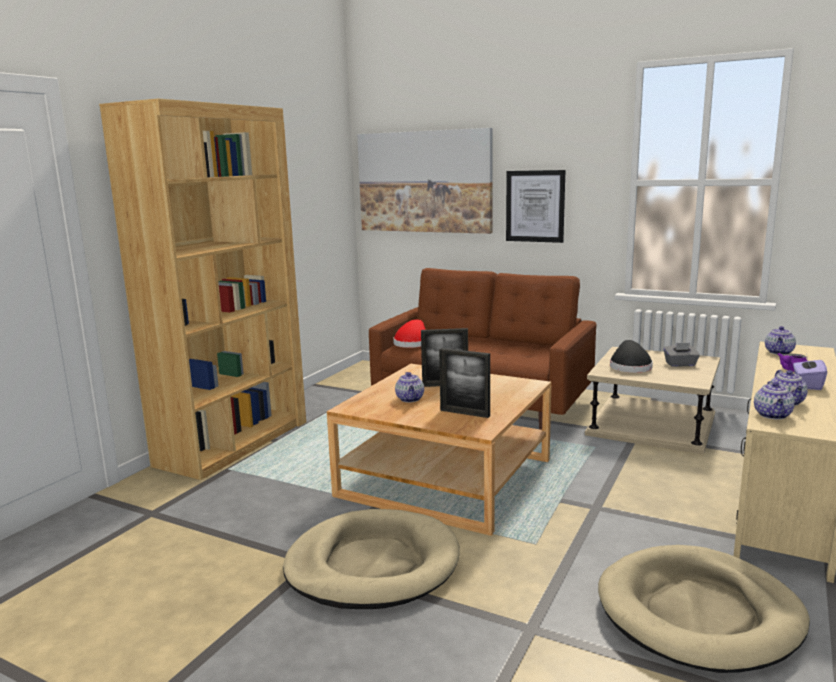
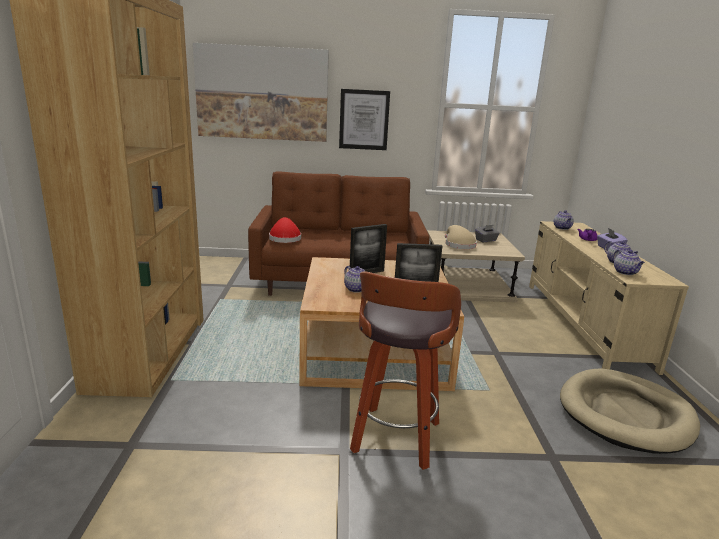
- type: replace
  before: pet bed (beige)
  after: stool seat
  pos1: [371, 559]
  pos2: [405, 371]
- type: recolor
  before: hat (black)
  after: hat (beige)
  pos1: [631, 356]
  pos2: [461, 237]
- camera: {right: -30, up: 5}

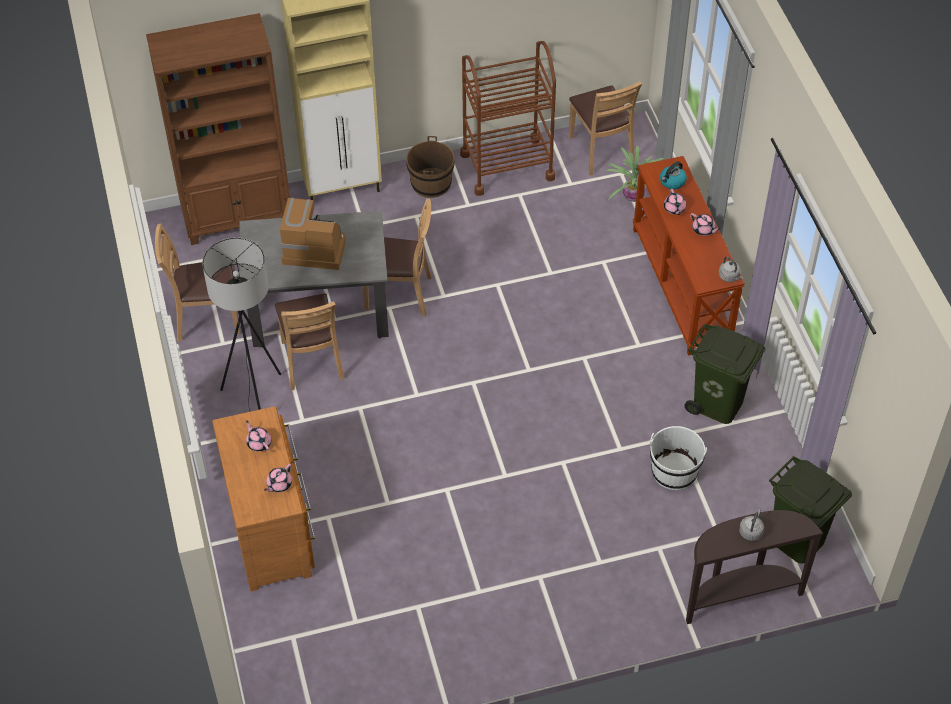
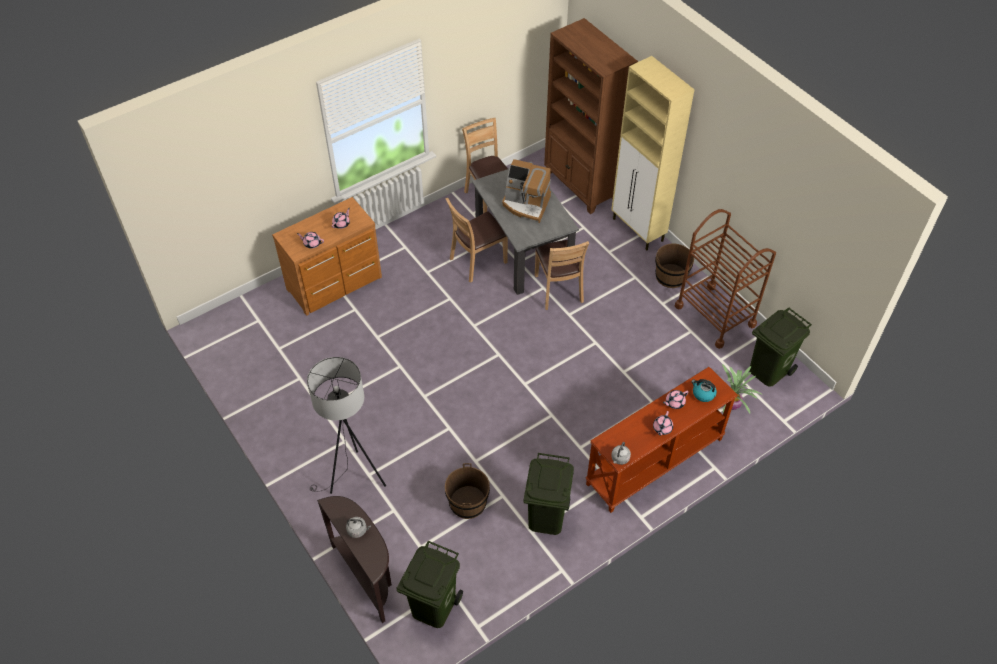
- type: move
  before: standing lamp (gray)
  pos1: [241, 324]
  pos2: [346, 425]
- type: replace
  before: plain chair (brownish)
  after: rubbish bin (green-coloured)
  pos1: [605, 128]
  pos2: [780, 347]
- type: recolor
  before: bucket (whitish)
  after: bucket (brownish)
  pos1: [678, 458]
  pos2: [467, 491]
- type: rotate
  before: coffee brewer
  pos1: [313, 234]
  pos2: [526, 191]
  turn: 120
- camera: {right: 70, up: 0}

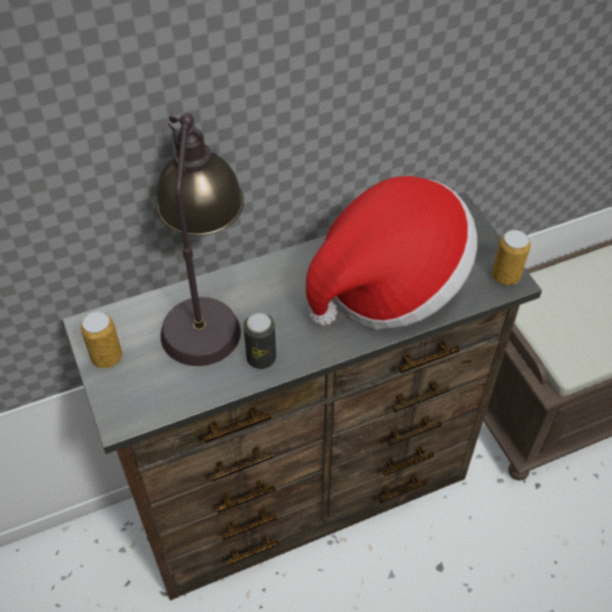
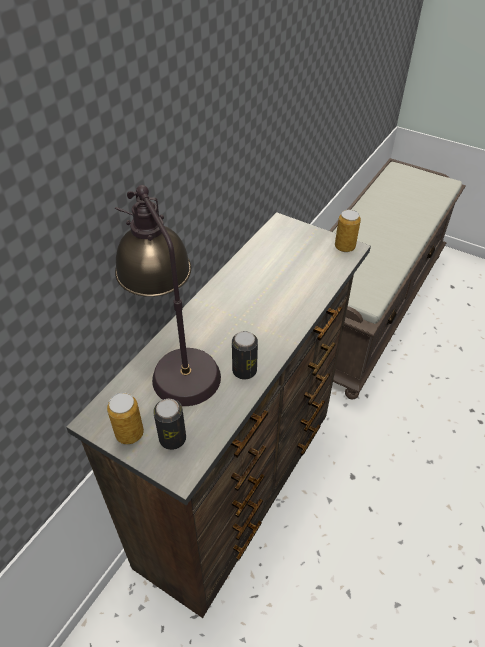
- type: delete
  before: hat
  pos1: [391, 252]
- type: insert
  after: metal can
  pos2: [169, 424]
- camera: {right: -35, up: -5}

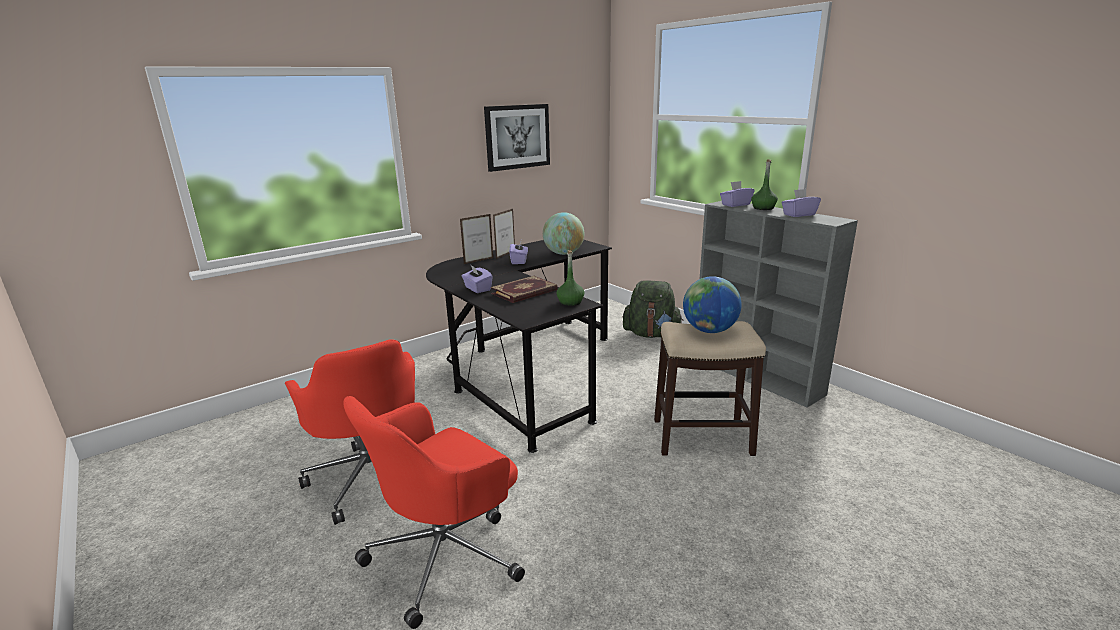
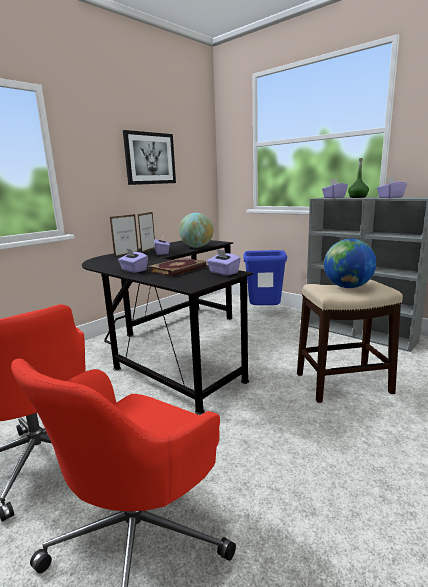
- type: replace
  before: beverage bottle (green-coloured)
  after: tissue box (purplish)
  pos1: [570, 278]
  pos2: [224, 262]
- type: replace
  before: knapsack (green-coloured)
  after: rubbish bin (blue-coloured)
  pos1: [653, 309]
  pos2: [265, 277]
- camera: {right: -10, up: -5}

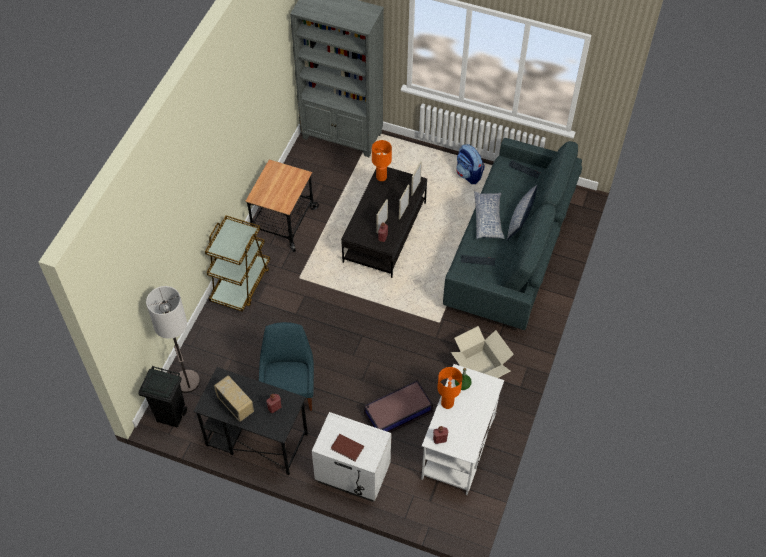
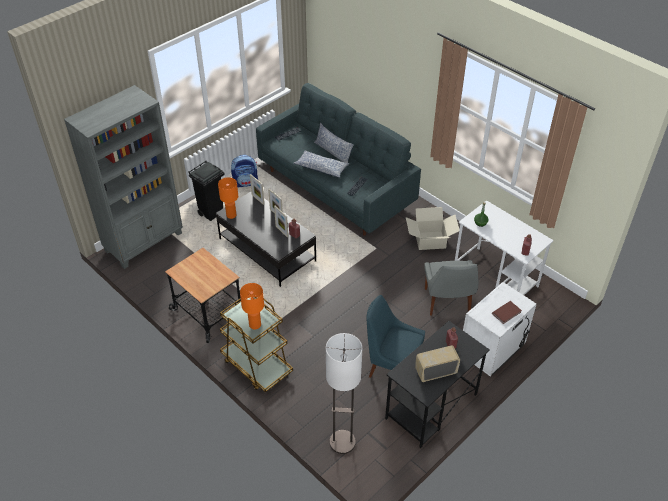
- type: move
  before: rubbish bin (black)
  pos1: [162, 397]
  pos2: [206, 190]
- type: move
  before: tabletop lamp (orange)
  pos1: [450, 388]
  pos2: [252, 306]
- type: replace
  before: storage container
  after: plain chair (gray)
  pos1: [398, 406]
  pos2: [451, 288]
- camera: {right: -65, up: -10}

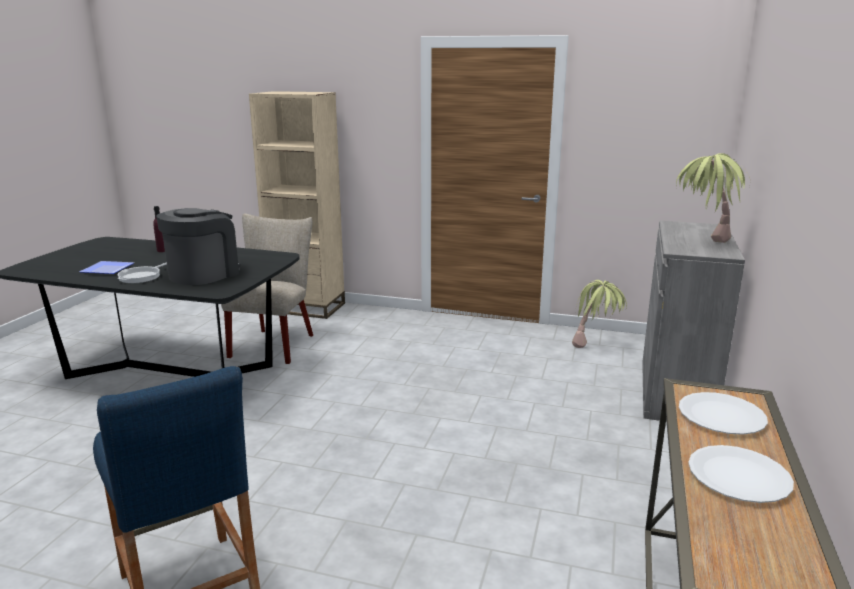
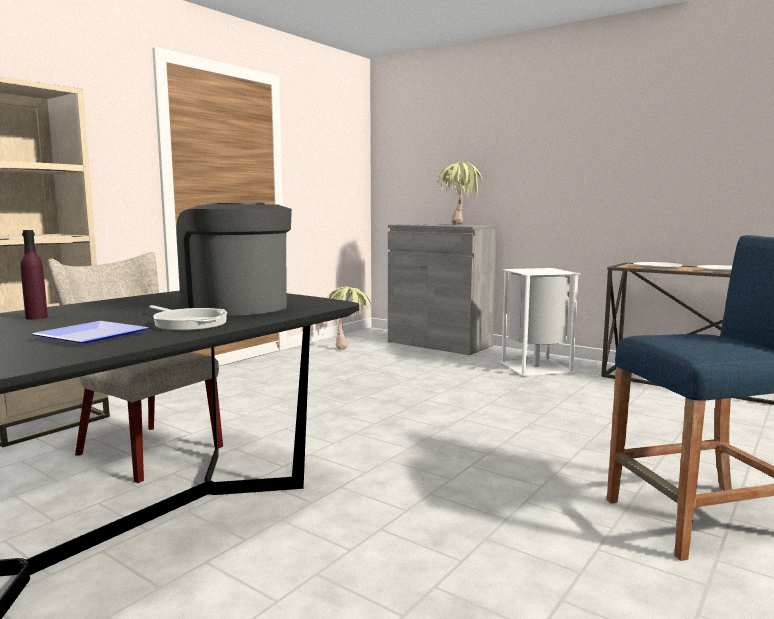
- type: insert
  after: rubbish bin (whitish)
  pos2: [540, 322]
- camera: {right: -70, up: -10}

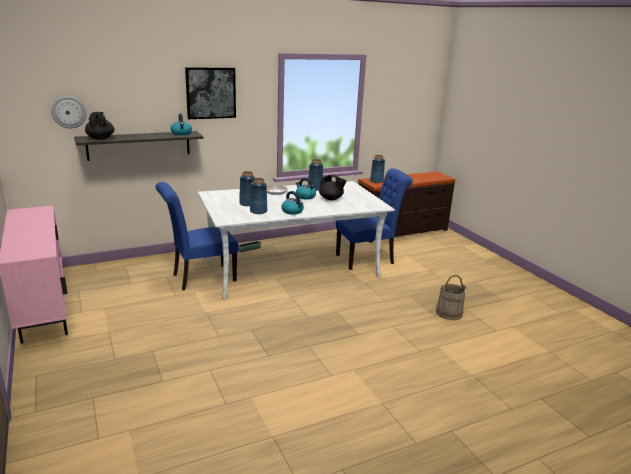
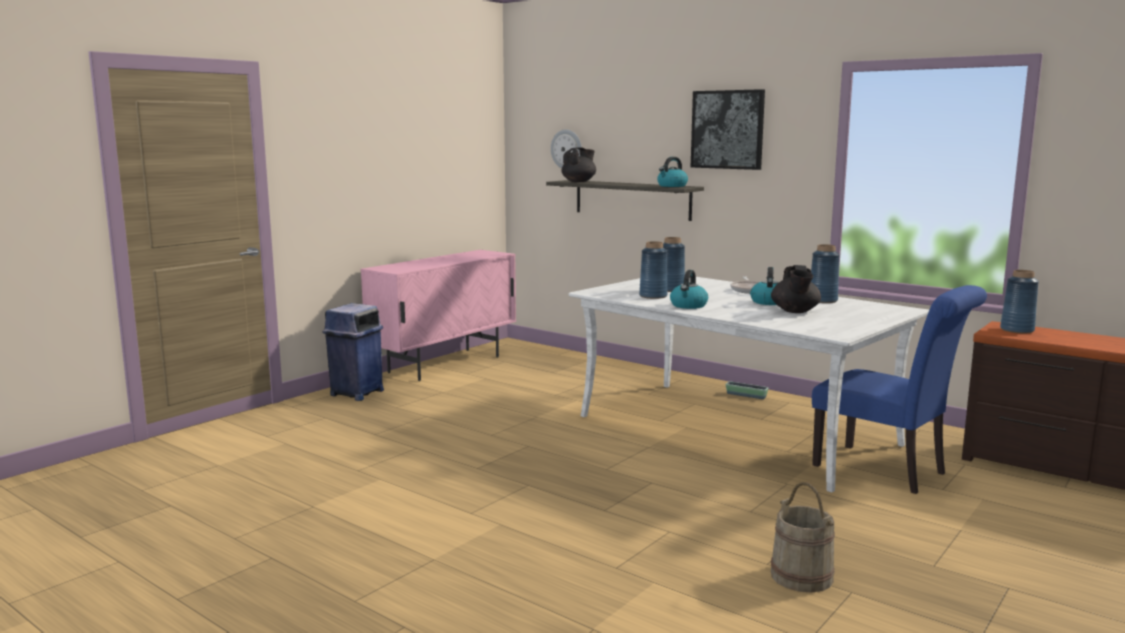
- type: delete
  before: plain chair (blue-coloured)
  pos1: [197, 236]
- type: insert
  after: rubbish bin (blue-coloured)
  pos2: [353, 352]
- camera: {right: 65, up: -10}

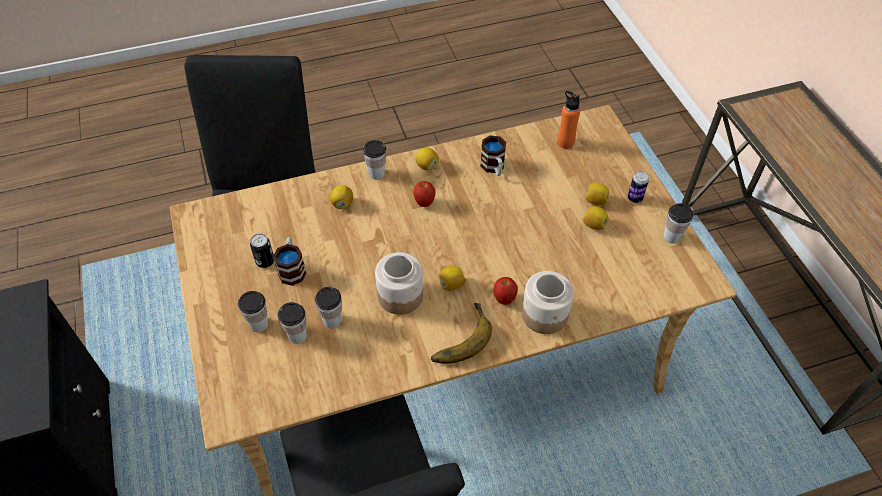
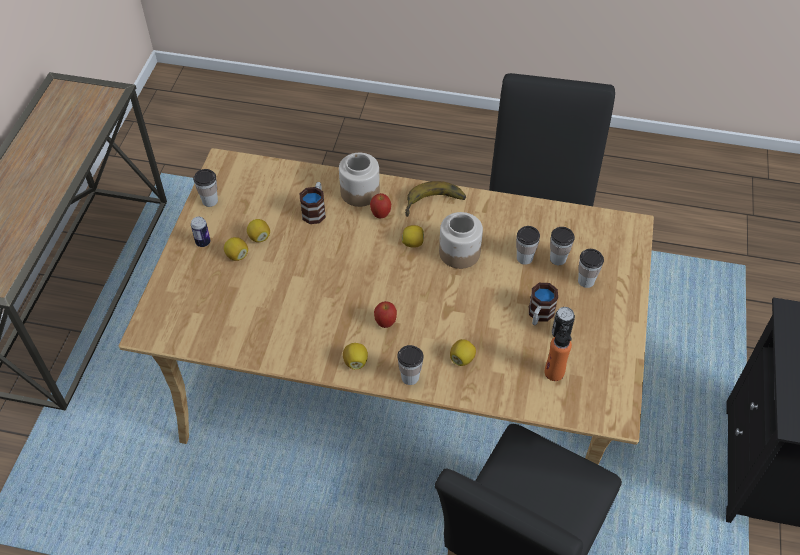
- type: move
  before: coffee mug
  pos1: [493, 156]
  pos2: [312, 203]
- type: move
  before: beverage bottle (orange)
  pos1: [569, 120]
  pos2: [558, 353]
- camera: {right: -150, up: 0}

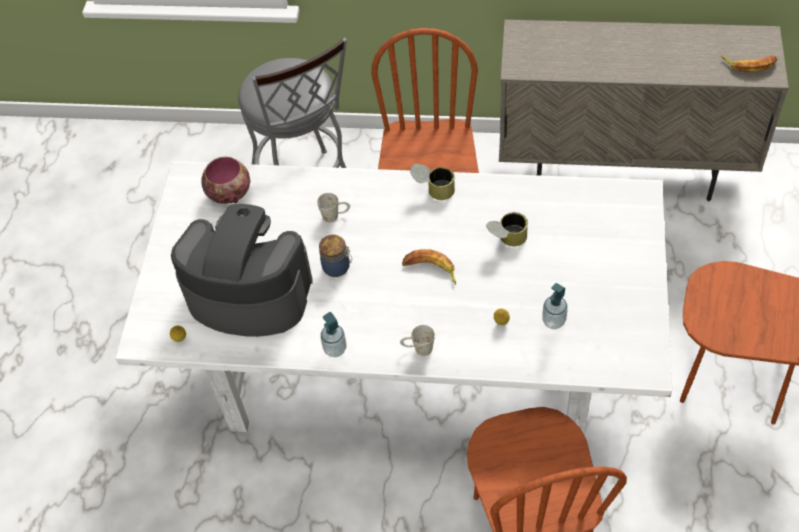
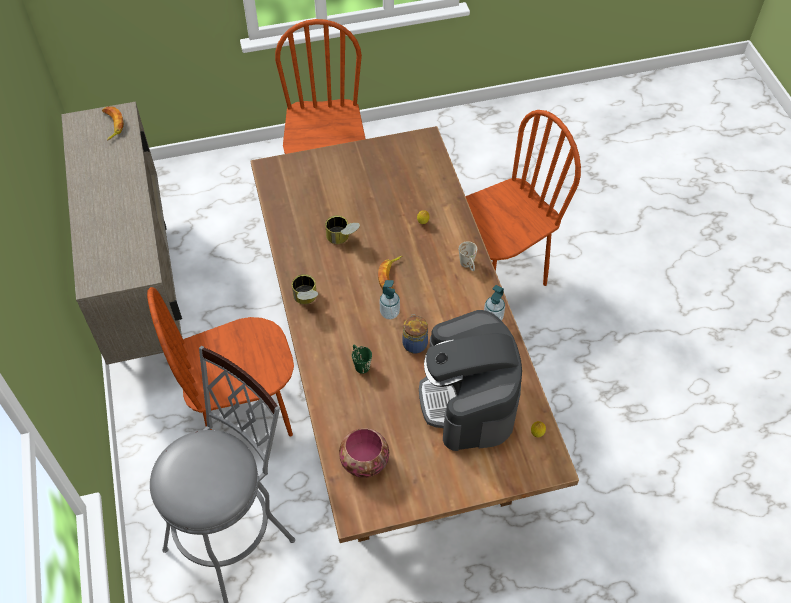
- type: move
  before: soap dispenser
  pos1: [555, 306]
  pos2: [390, 299]
- type: recolor
  before: dining table (whitish)
  after: dining table (brownish)
  pos1: [393, 298]
  pos2: [415, 334]
- type: recolor
  before: coffee mug (whitish)
  after: coffee mug (green-coloured)
  pos1: [333, 208]
  pos2: [362, 359]
- camera: {right: -115, up: 0}

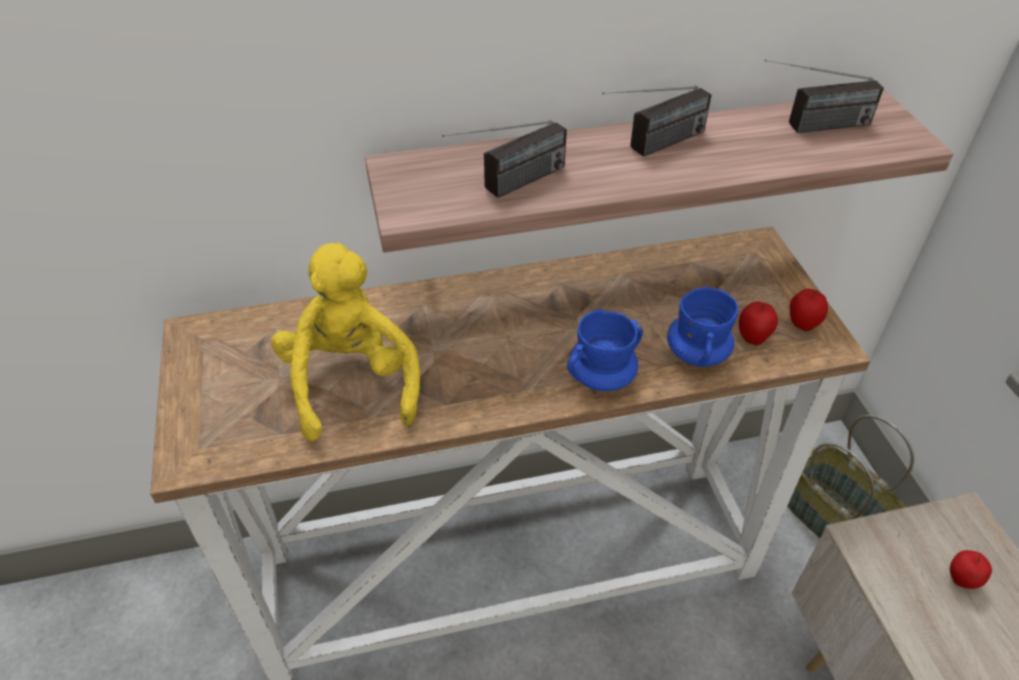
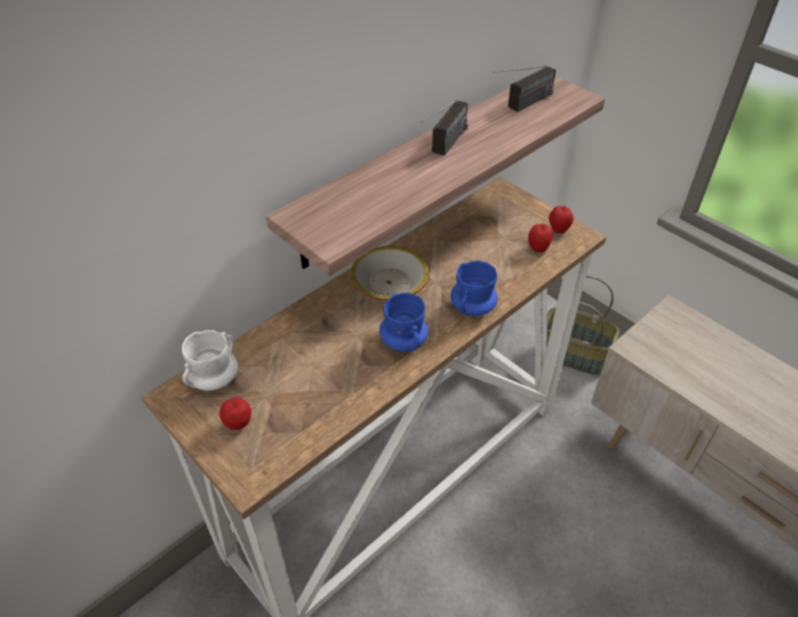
- type: delete
  before: cuddly toy (yellowish)
  pos1: [345, 342]
- type: delete
  before: radio
  pos1: [504, 159]
- type: insert
  after: coffee mug (whitish)
  pos2: [210, 360]
- type: insert
  after: serving bowl
  pos2: [390, 273]
- type: move
  before: coffee mug (blue-coloured)
  pos1: [702, 326]
  pos2: [403, 322]
- type: move
  before: whole apple
  pos1: [971, 569]
  pos2: [235, 413]
- camera: {right: -30, up: 0}

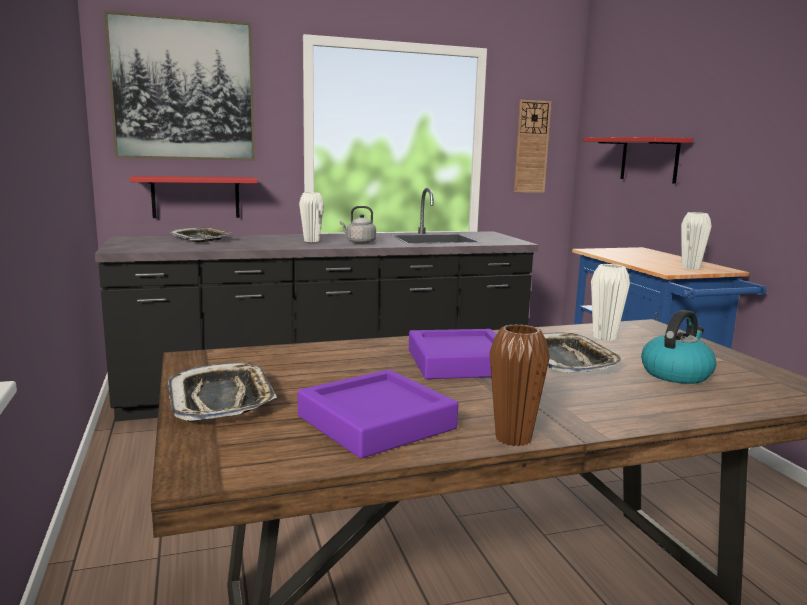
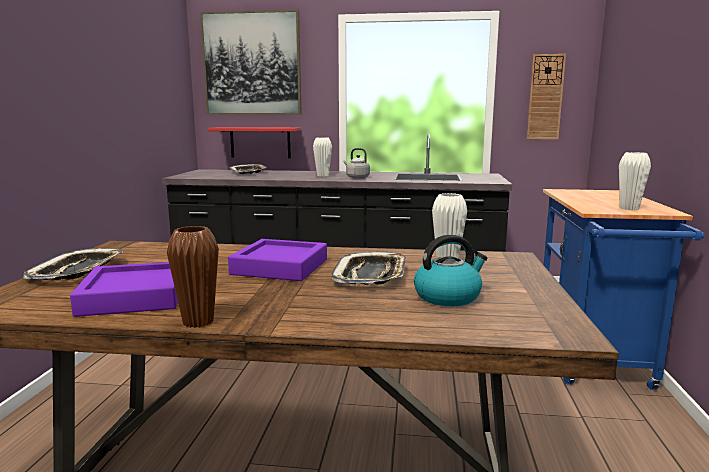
- type: delete
  before: wall shelf (red)
  pos1: [638, 160]
- camera: {right: 25, up: 0}

